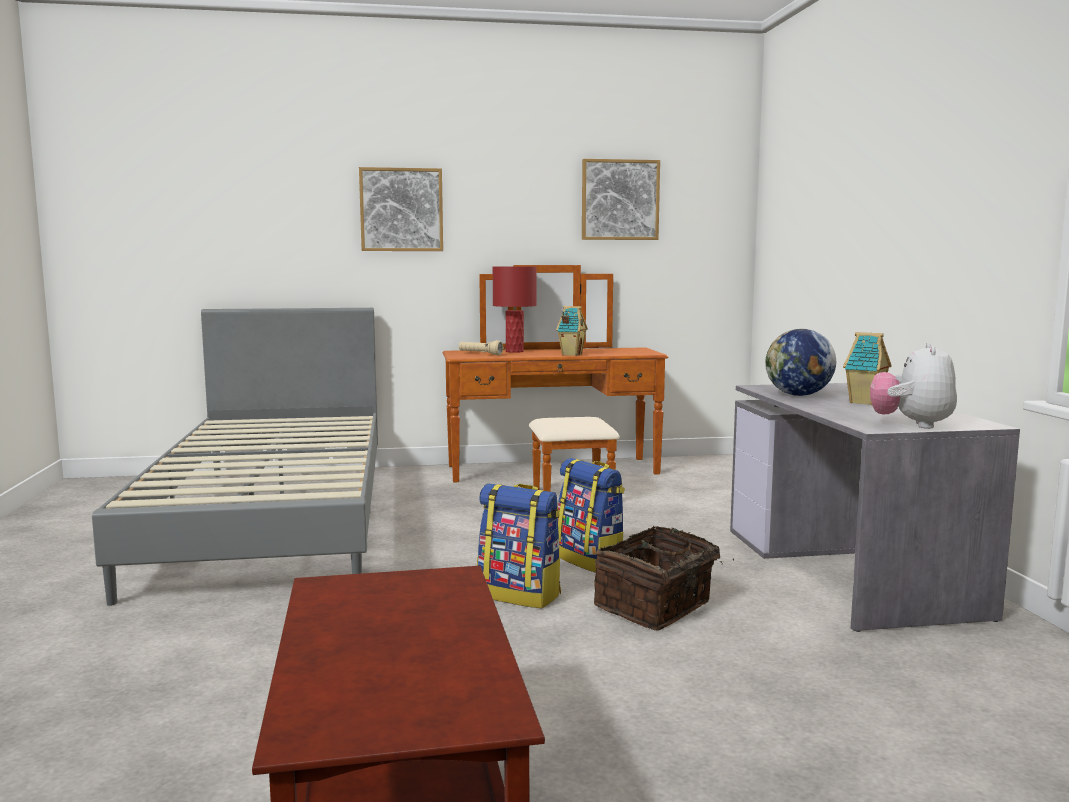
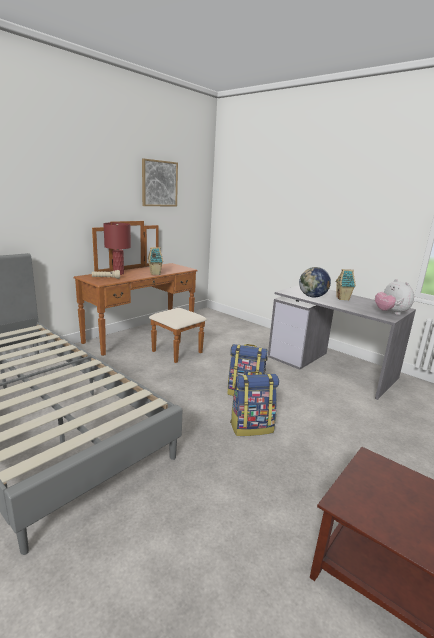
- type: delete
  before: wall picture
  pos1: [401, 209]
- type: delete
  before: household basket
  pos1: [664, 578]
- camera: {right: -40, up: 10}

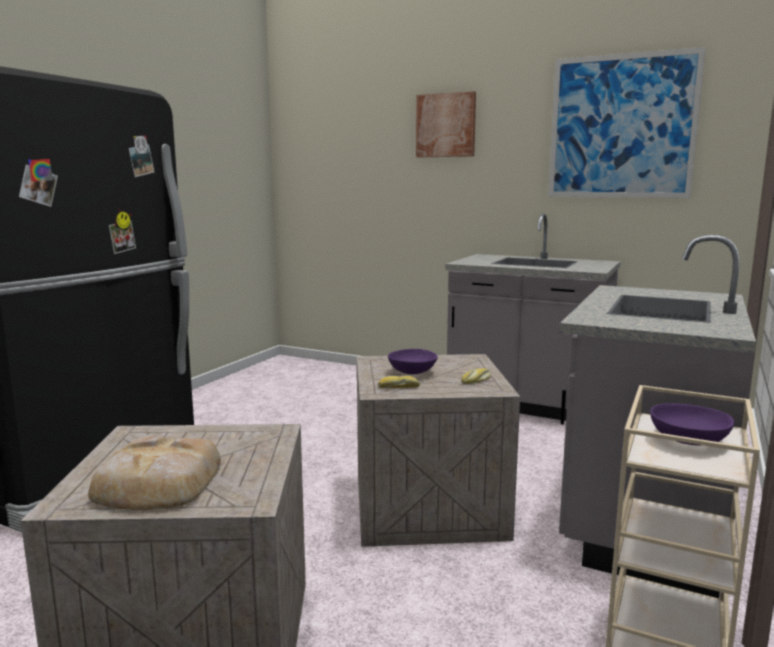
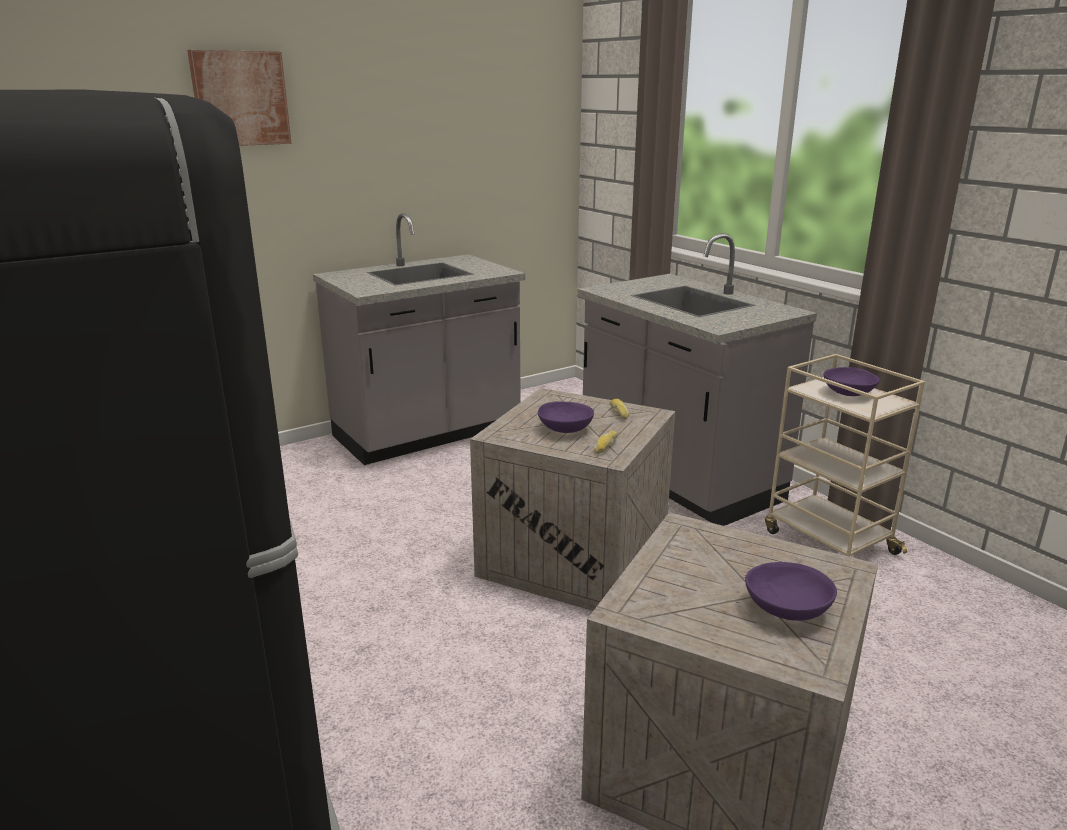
- type: delete
  before: wall picture
  pos1: [627, 122]
- type: replace
  before: baked bread
  after: serving bowl (purplish)
  pos1: [154, 473]
  pos2: [791, 591]
- camera: {right: -60, up: 10}

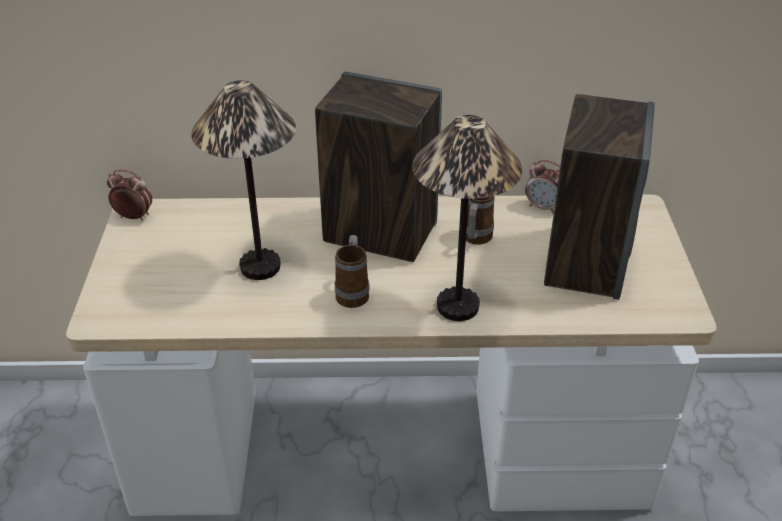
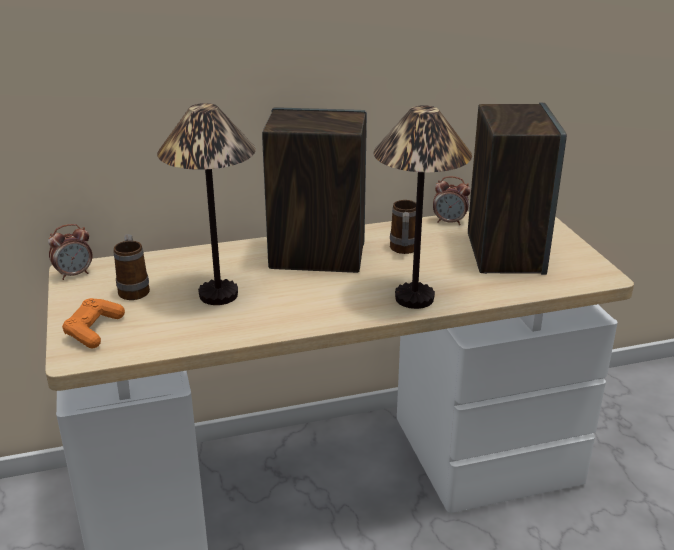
- type: insert
  after: game controller (orange)
  pos2: [93, 323]
- type: move
  before: coffee mug
  pos1: [352, 271]
  pos2: [131, 267]
- type: rotate
  before: table clock
  pos1: [129, 195]
  pos2: [70, 252]
  turn: 150
- camera: {right: -15, up: -10}

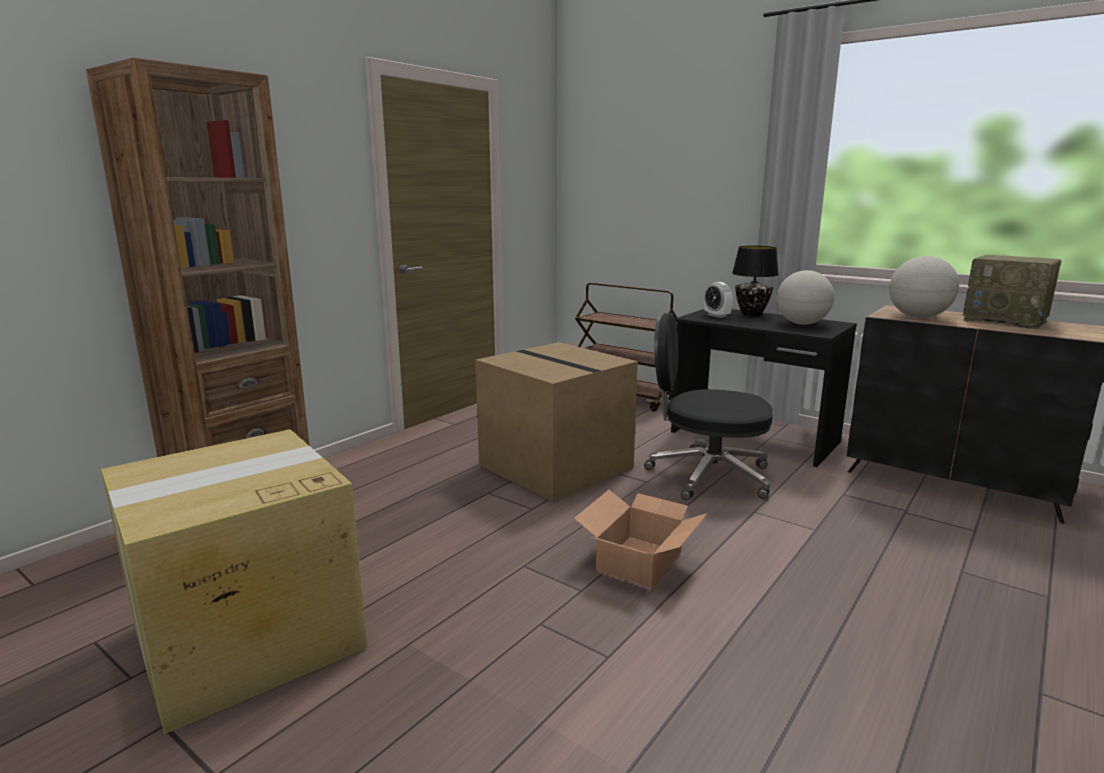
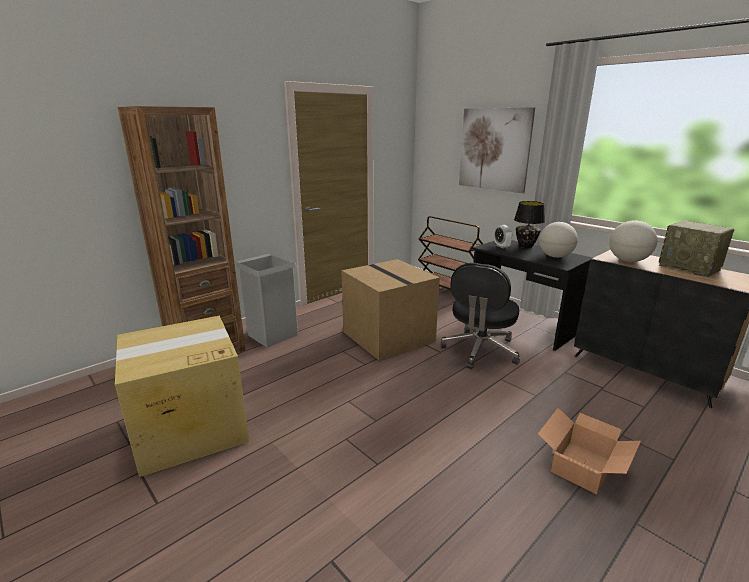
- type: insert
  after: rubbish bin (gray)
  pos2: [267, 300]
- type: insert
  after: wall picture
  pos2: [497, 150]
- type: move
  before: carton
  pos1: [641, 539]
  pos2: [589, 451]
- type: rotate
  before: computer chair (black)
  pos1: [708, 406]
  pos2: [480, 316]
  turn: -90
- camera: {right: 10, up: 5}

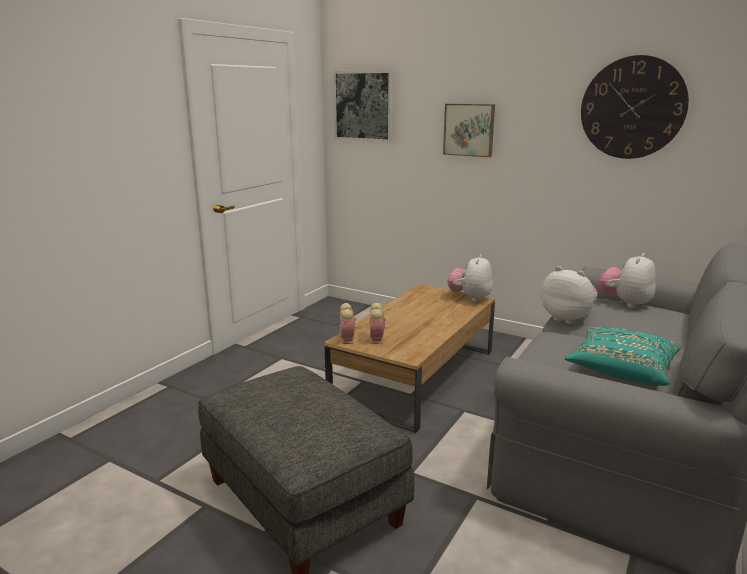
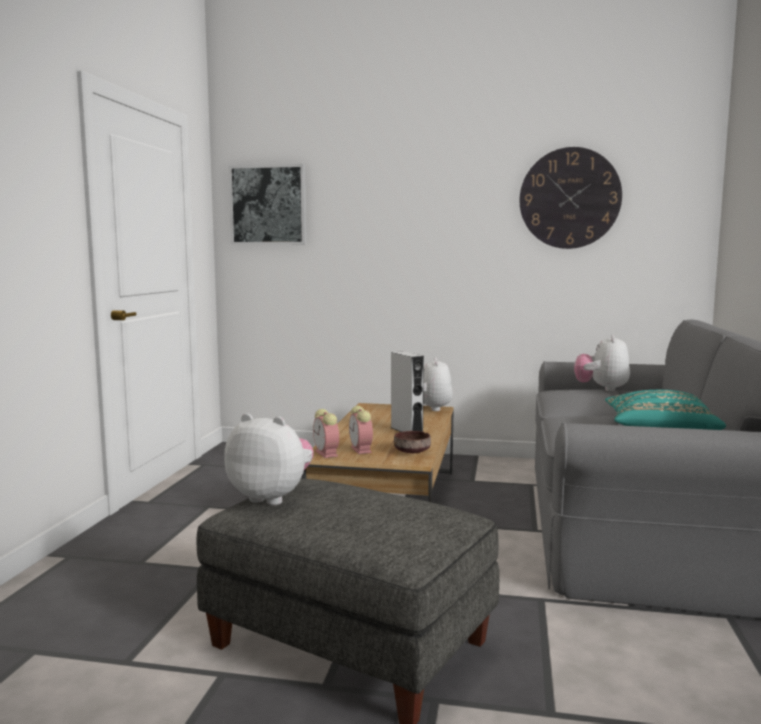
- type: delete
  before: wall picture
  pos1: [469, 130]
- type: insert
  after: audio speaker (gray)
  pos2: [407, 391]
- type: insert
  after: serving bowl (brownish)
  pos2: [412, 442]
- type: move
  before: cuddly toy
  pos1: [569, 295]
  pos2: [269, 459]
- camera: {right: -20, up: -10}

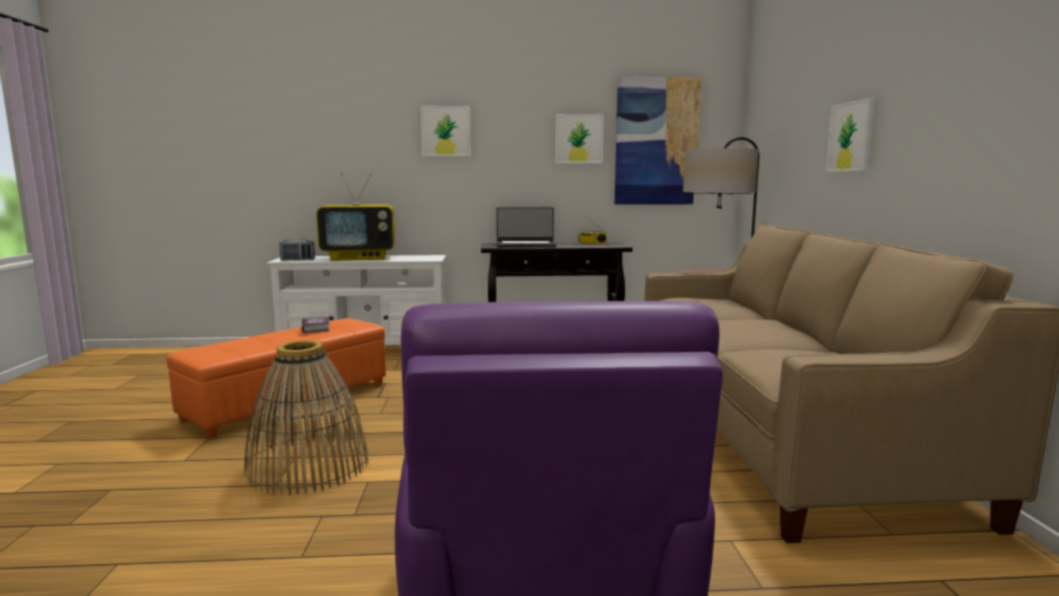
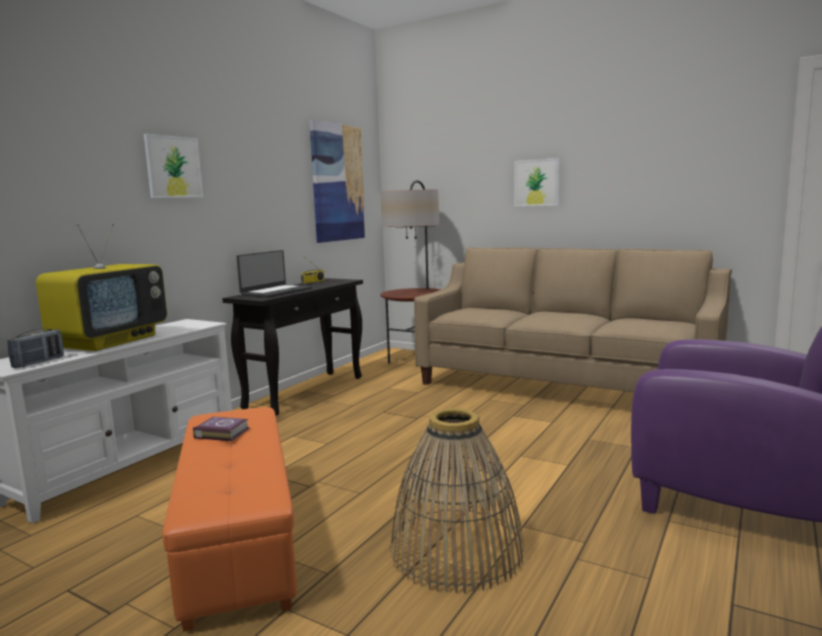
- type: delete
  before: wall picture
  pos1: [579, 138]
- camera: {right: -55, up: 0}

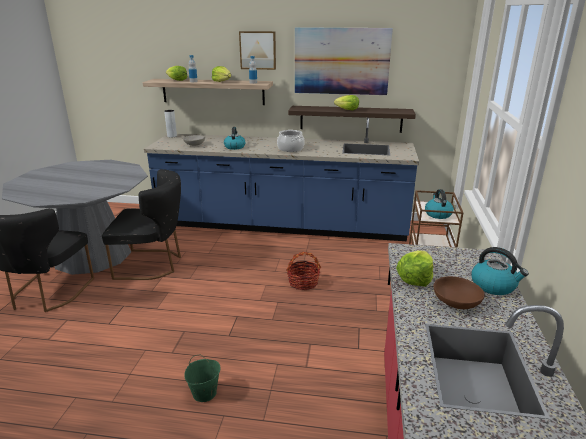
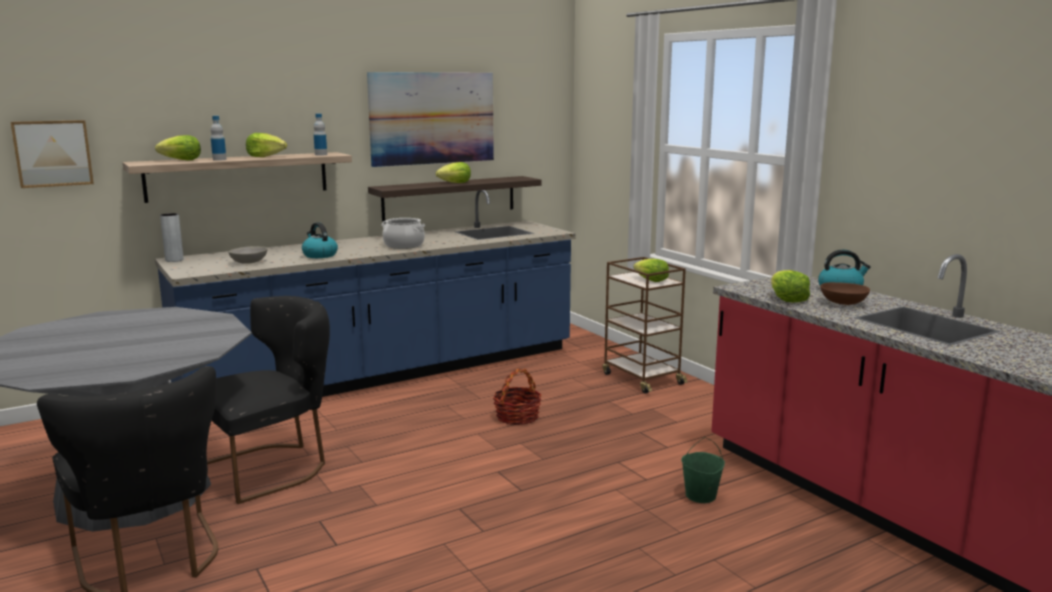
- type: move
  before: bucket (green-coloured)
  pos1: [202, 378]
  pos2: [703, 470]
- type: move
  before: wall picture
  pos1: [257, 50]
  pos2: [52, 154]
- type: replace
  before: water kettle
  after: head of lettuce
  pos1: [439, 204]
  pos2: [651, 270]
- camera: {right: -40, up: -10}

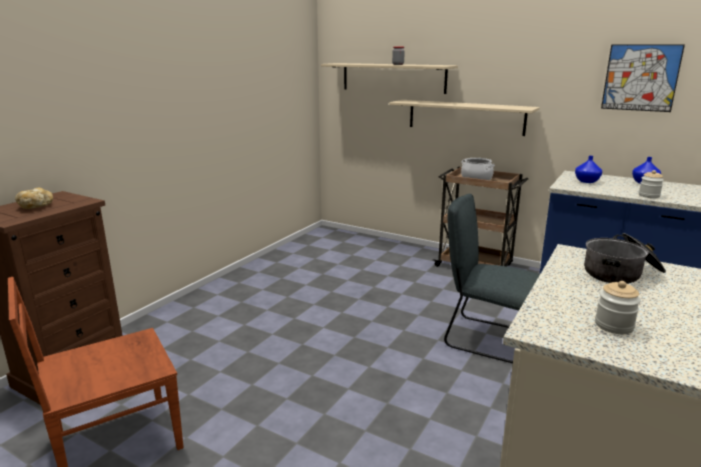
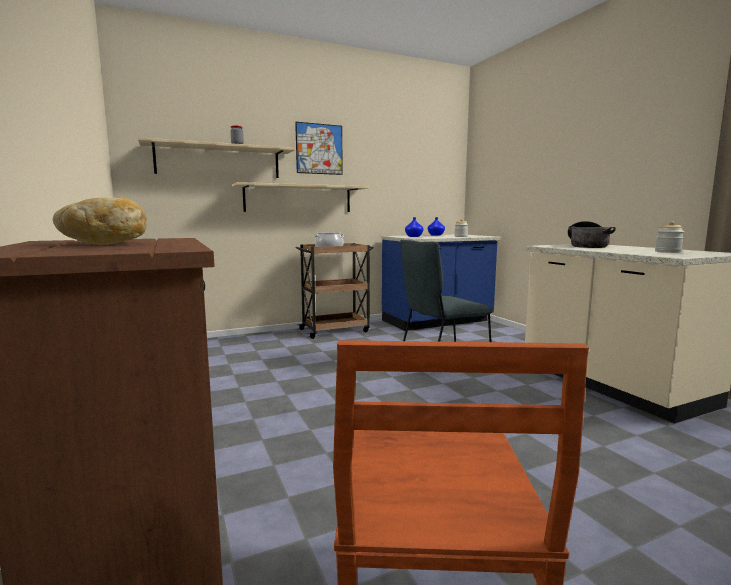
- type: move
  before: wall picture
  pos1: [643, 78]
  pos2: [319, 148]
- camera: {right: -55, up: -10}

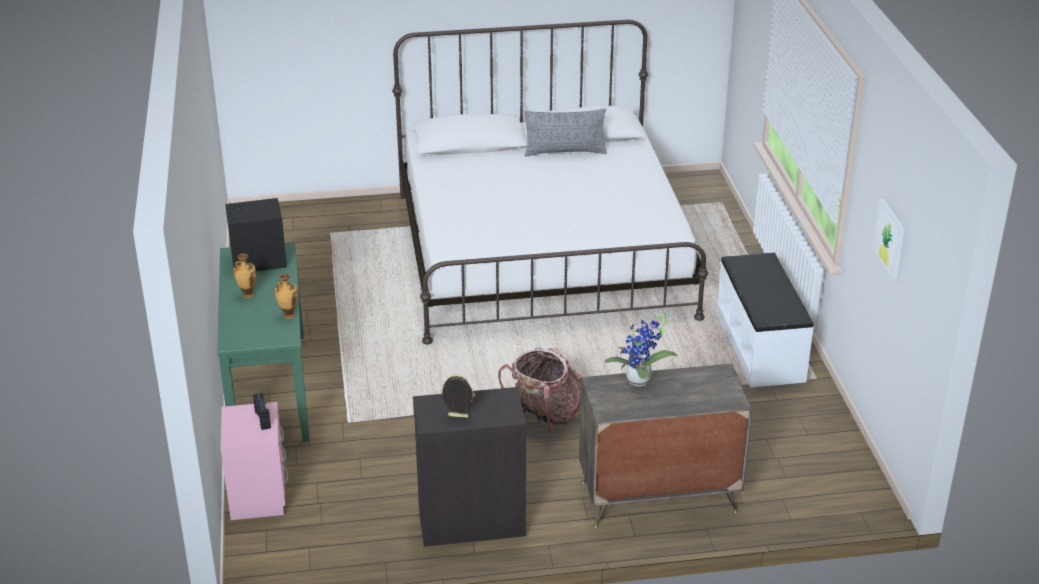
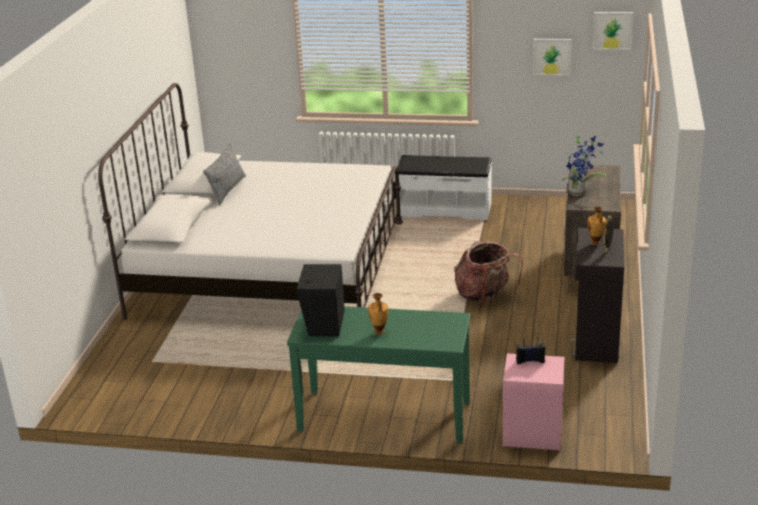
- type: insert
  after: wall picture
  pos2: [613, 31]
- type: move
  before: decorative vase
  pos1: [286, 296]
  pos2: [597, 226]
- camera: {right: -70, up: -5}

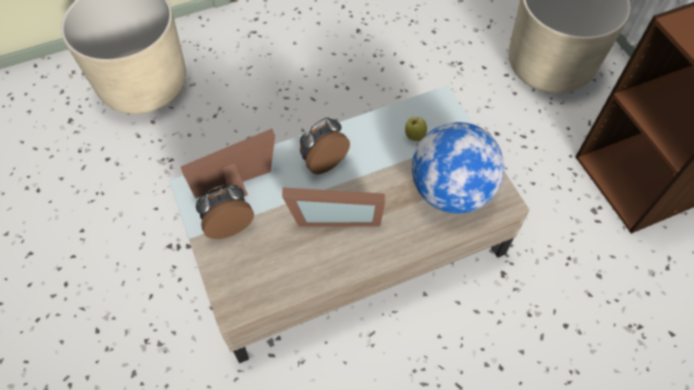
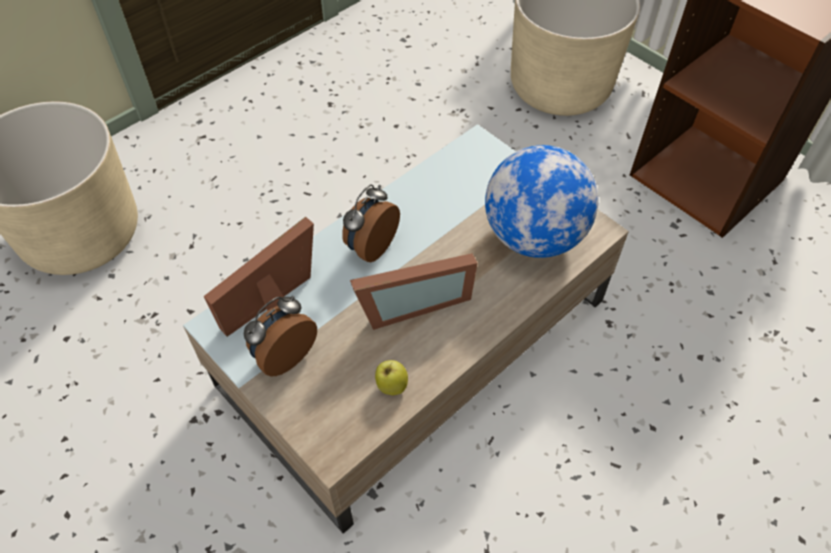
- type: move
  before: whole apple
  pos1: [416, 129]
  pos2: [391, 377]
- camera: {right: -20, up: -5}

